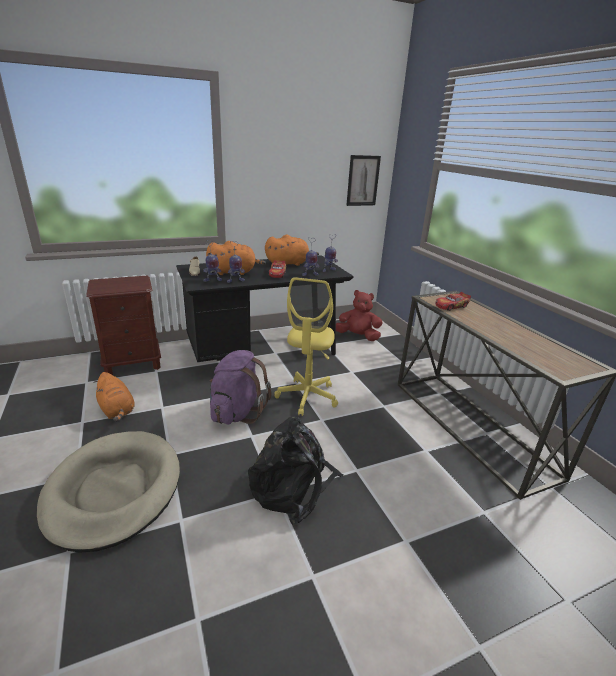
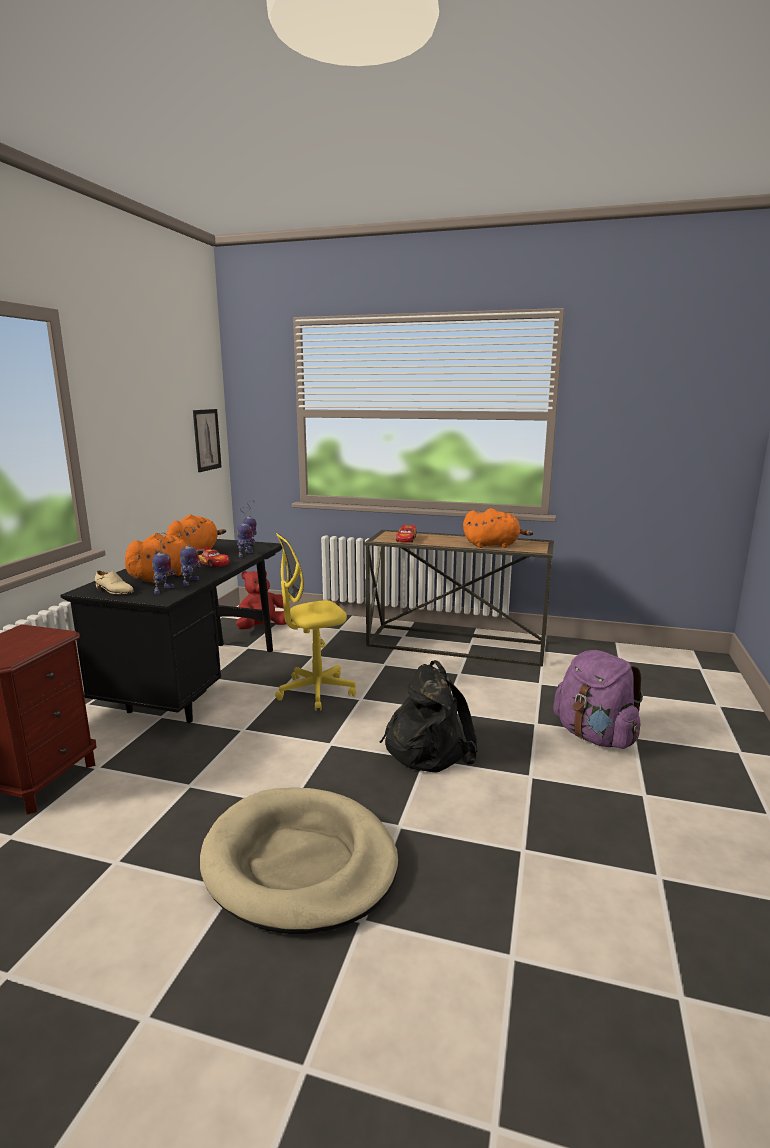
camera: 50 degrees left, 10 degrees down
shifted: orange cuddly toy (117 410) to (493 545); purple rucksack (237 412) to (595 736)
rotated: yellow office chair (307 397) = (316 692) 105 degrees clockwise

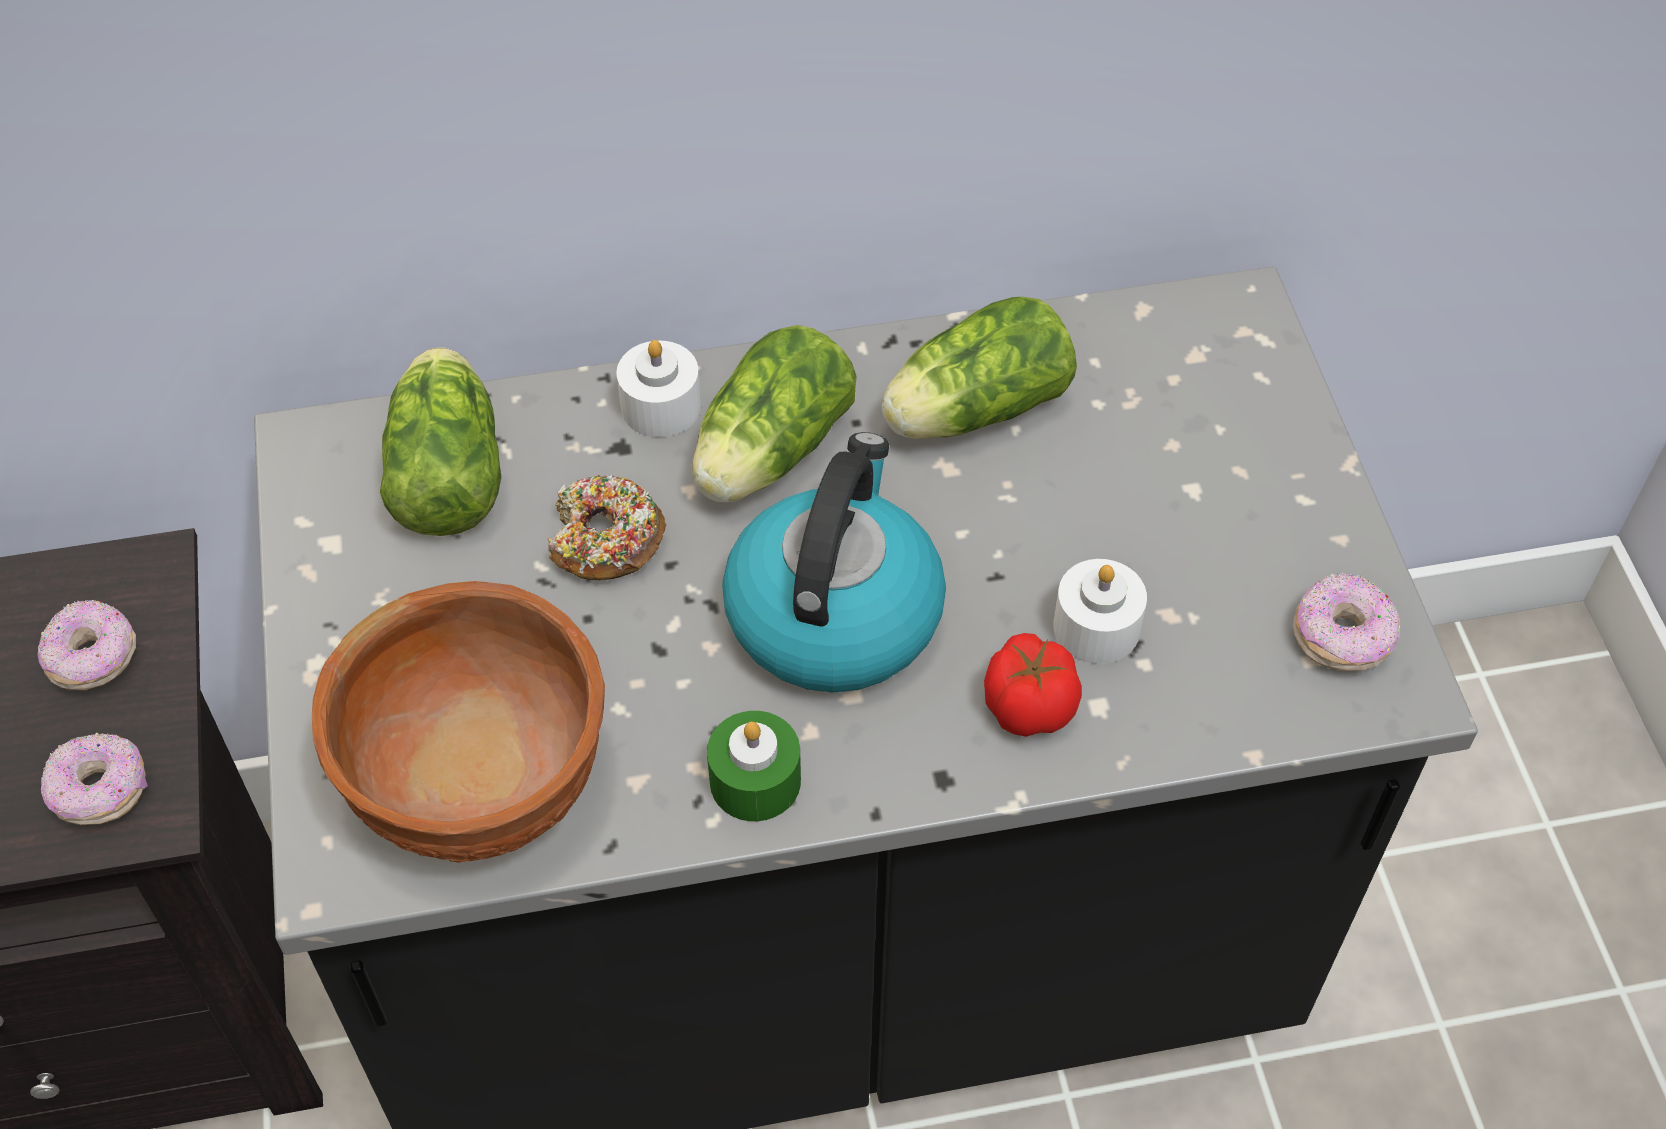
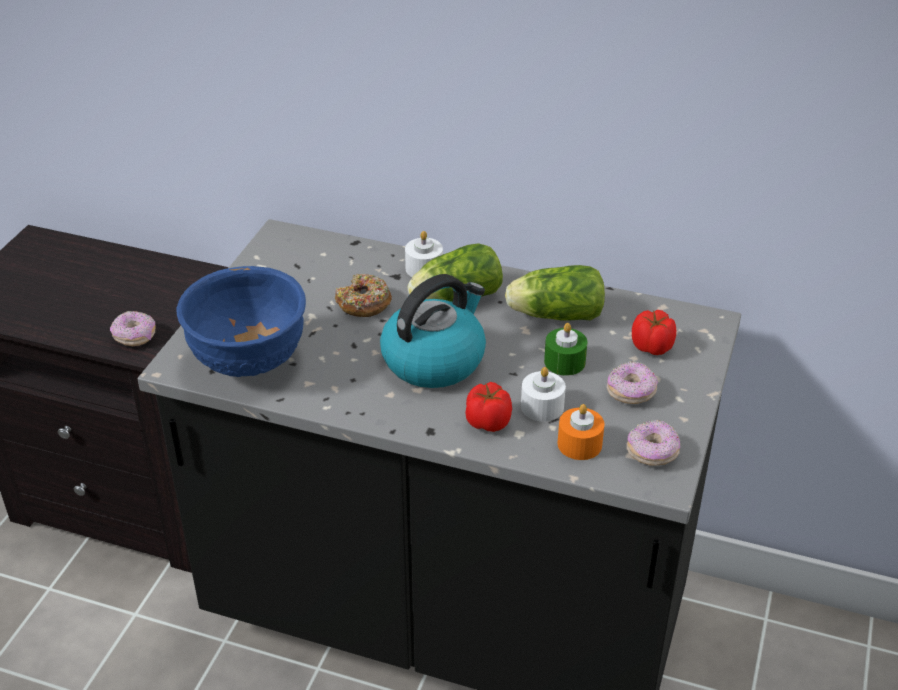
camera: 30 degrees right, 15 degrees down
gone: lettuce (449 468)
new: orange wax light (579 444); fresh tomato (652 347)
shifted: green wax light (755 781) to (564 362); doughnut (94 658) to (631 393)
repainted: brown serving bowl (481 789) to blue serving bowl (248 362)

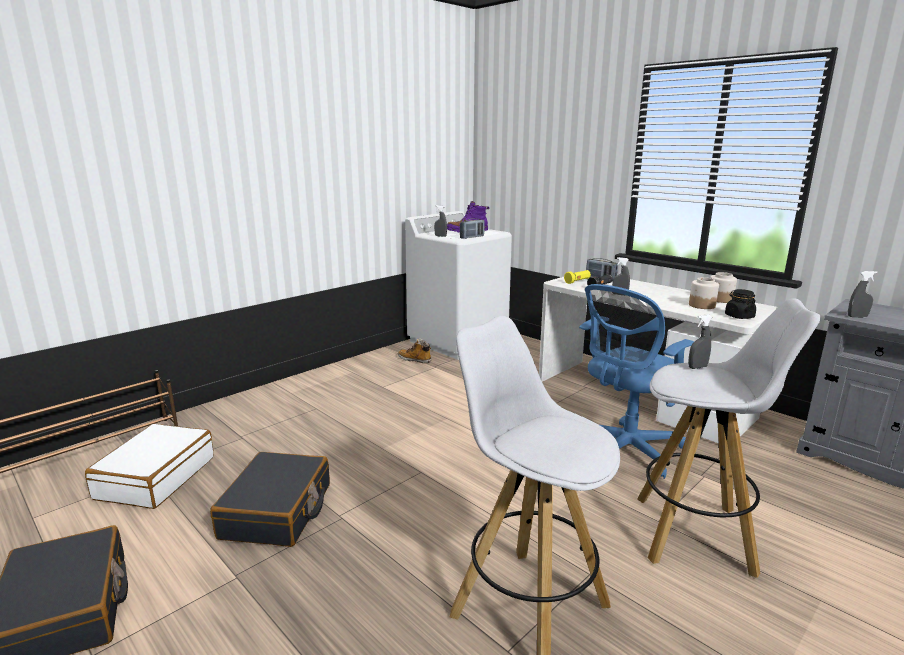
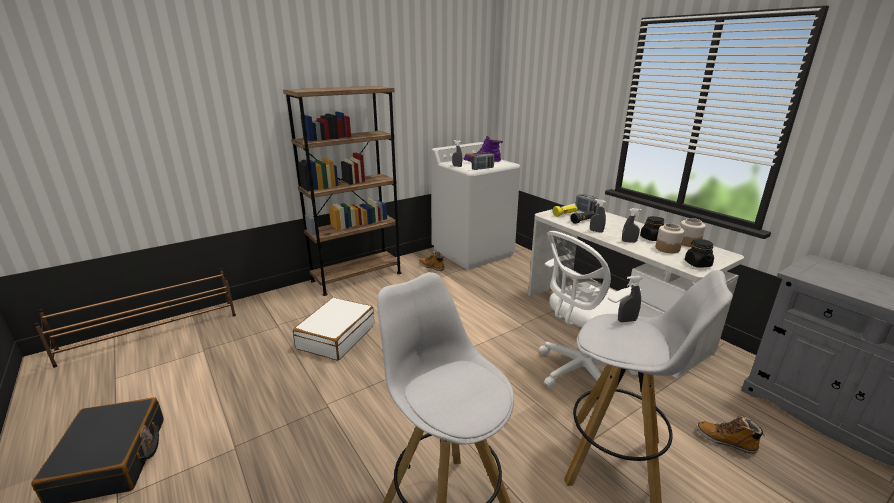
camera: 10 degrees right, 5 degrees up
gone: black travel case (277 511)
new: brown bookcase (356 277); black storage jar (651 238); tall boot (725 441)
shifted: whitish travel case (156 477) to (336 337); grey spray bottle (857 316) to (629 241)
repainted: blue office chair (625 451) to whitish office chair (580 372)

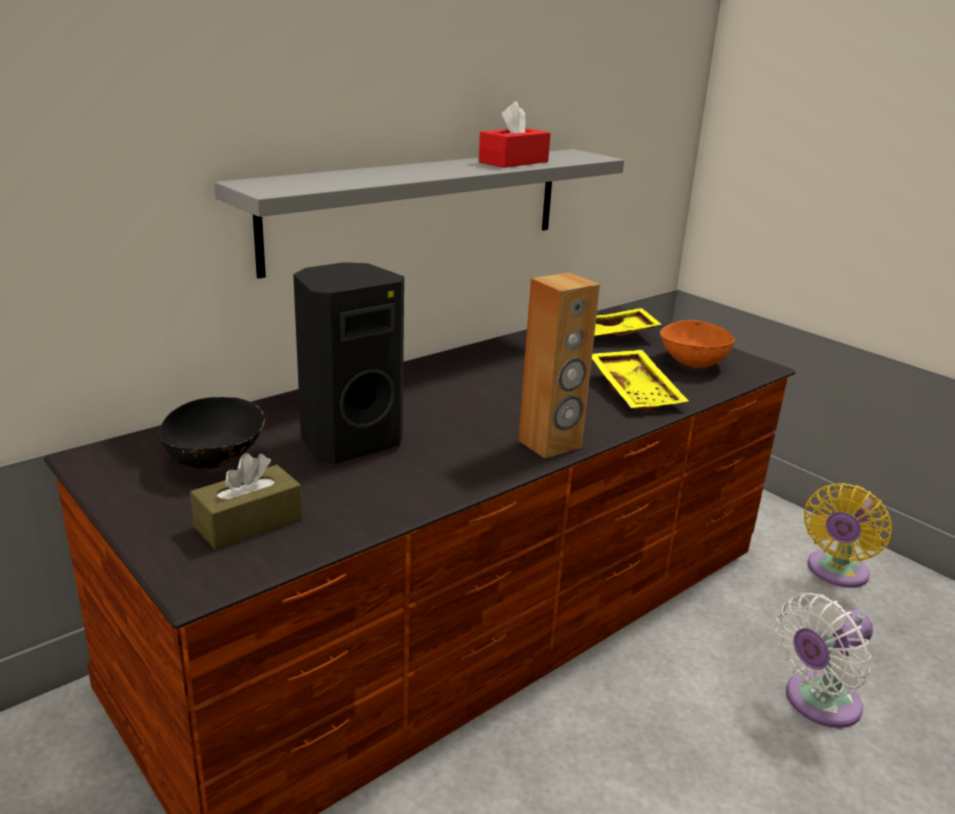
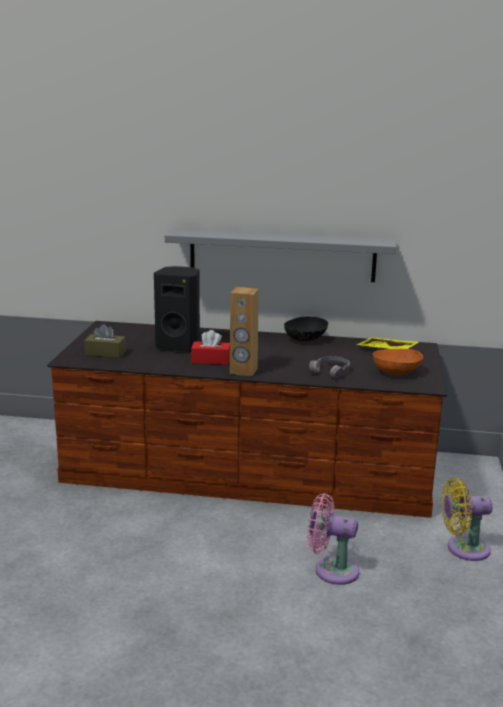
camera: 50 degrees right, 5 degrees down
shifted: reddish box of tissues (513 162) to (211 360); black serving bowl (216 460) to (305 340)
swapped: yellow serving tray (637 391) to grey pair of headphones (331 371)
repainted: whitish fan (817 703) to pink-coloured fan (331 570)

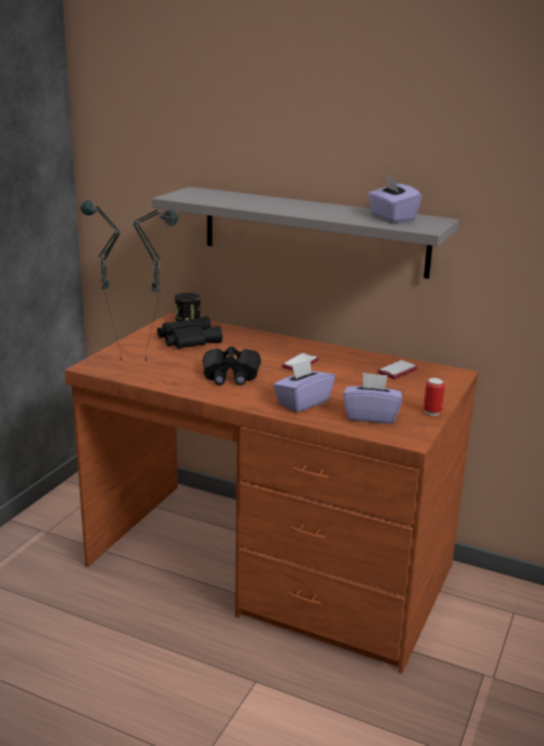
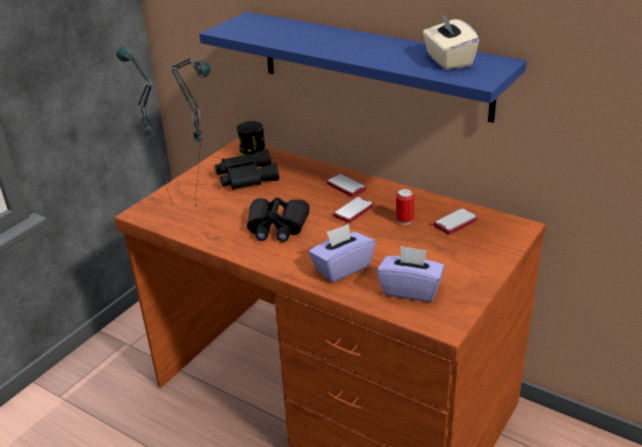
camera: 10 degrees right, 10 degrees up
new: telephone (346 186)
shifted: sealed can (432 412) to (404 221)
repainted: grey wall shelf (314 231) to blue wall shelf (372 65); purple box of tissues (392 217) to sand-coloured box of tissues (448 60)

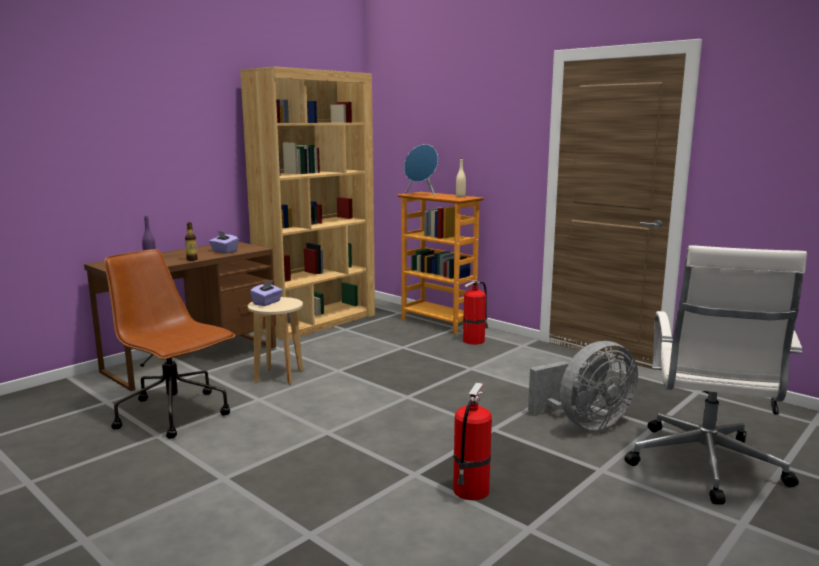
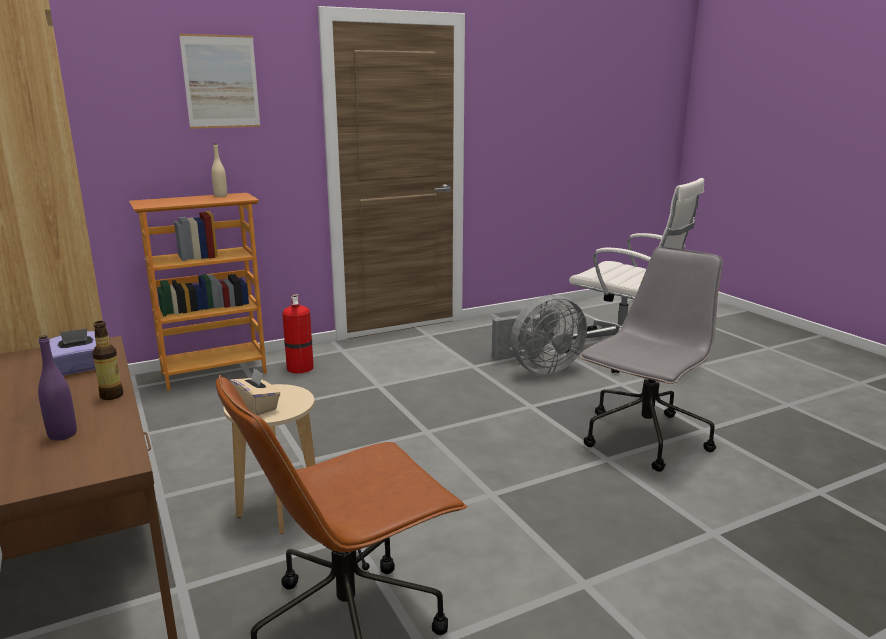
camera: 70 degrees left, 5 degrees up
gone: blue audio speaker (422 194)
new: picture (221 82)
swapped: extinguisher (470 491) to grey office chair (644 440)
repainted: purple box of tissues (267 303) to sand-coloured box of tissues (257 407)
rotated: grey fan (585 423) = (539 369) 75 degrees clockwise

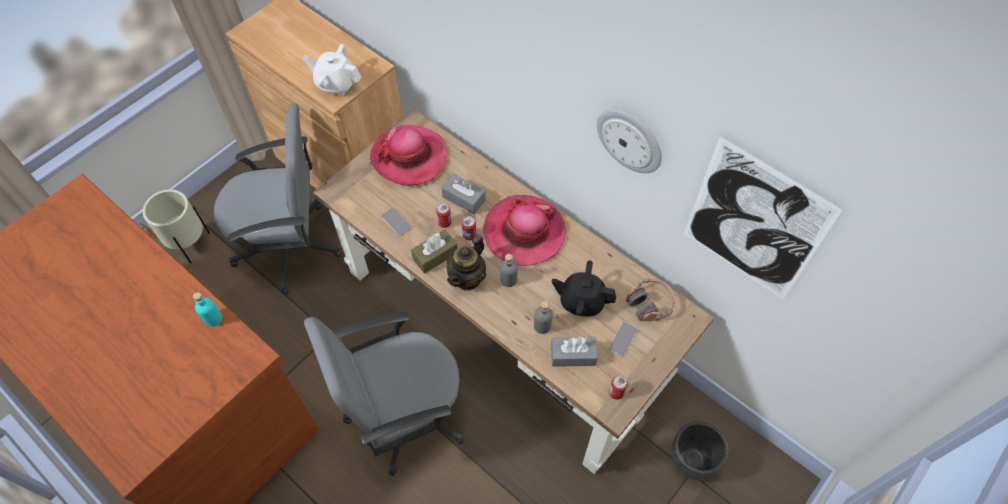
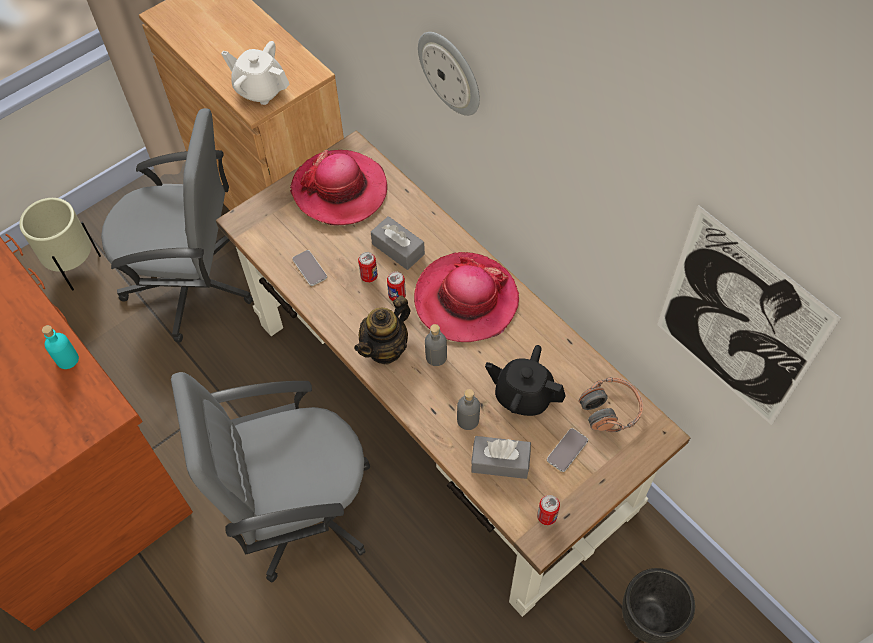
camera: 10 degrees right, 0 degrees up
gone: brown box of tissues (435 256)
shifted: wall clock (630 140) to (451 72)

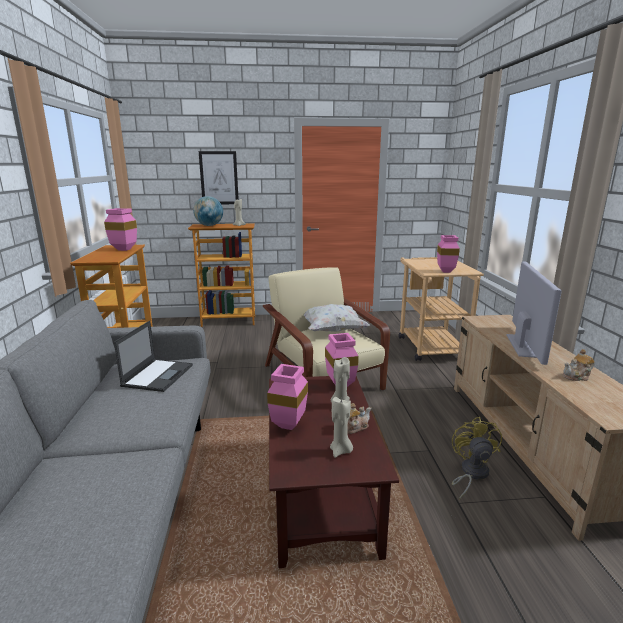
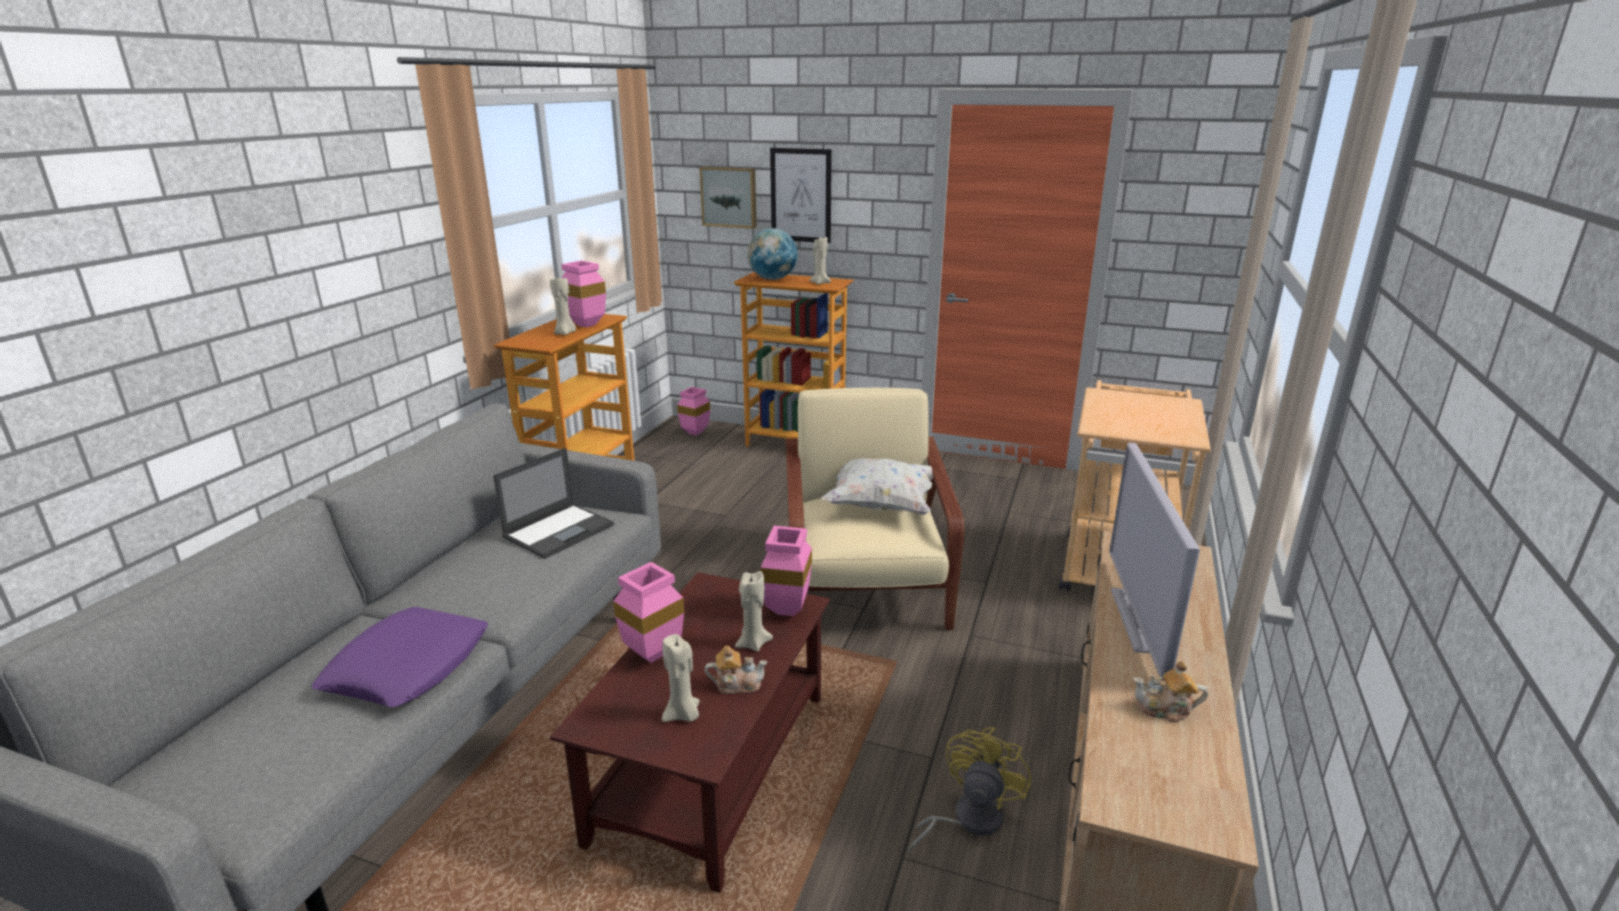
camera: 25 degrees right, 5 degrees up
new: purple throw pillow (408 666); sand-coloured wax light (565 333); picture (729 197)
shifted: pink-coloured vase (444 271) to (695 432)
rotated: television (522 345) = (1142 620) 150 degrees clockwise

